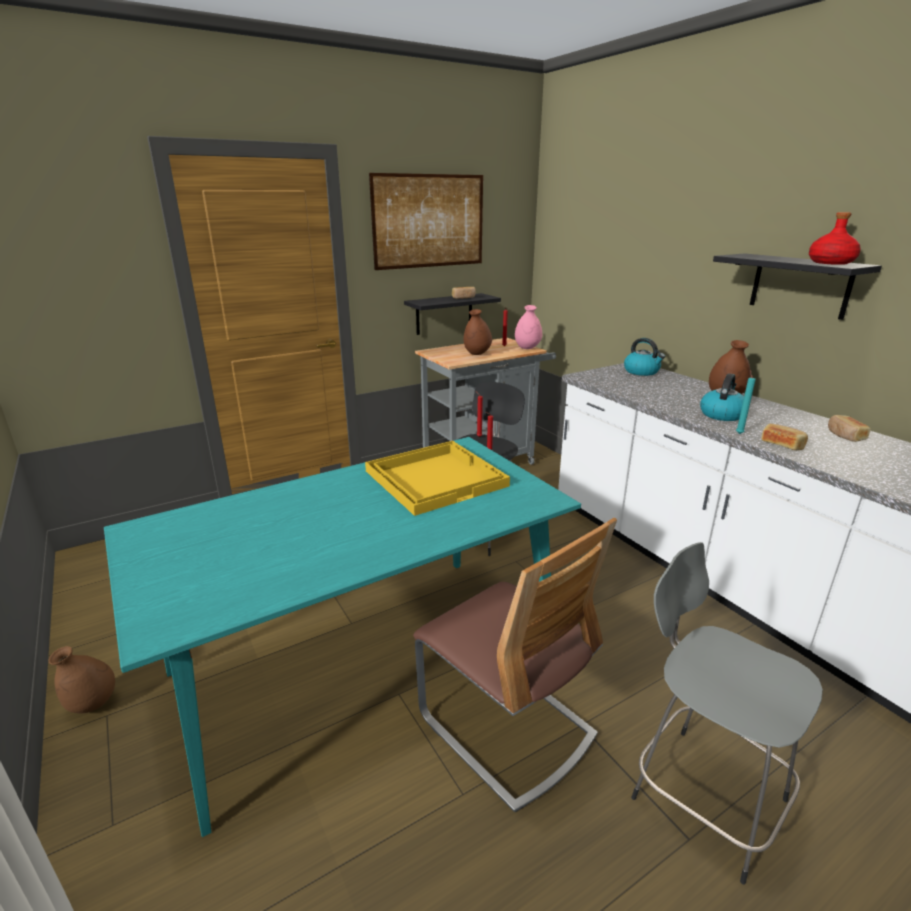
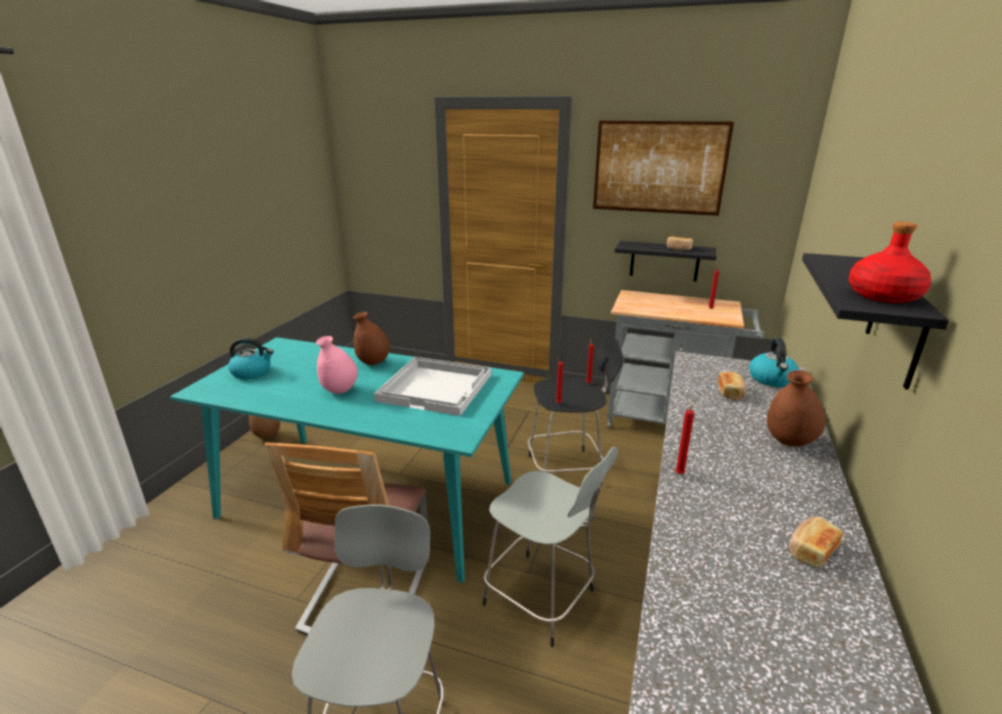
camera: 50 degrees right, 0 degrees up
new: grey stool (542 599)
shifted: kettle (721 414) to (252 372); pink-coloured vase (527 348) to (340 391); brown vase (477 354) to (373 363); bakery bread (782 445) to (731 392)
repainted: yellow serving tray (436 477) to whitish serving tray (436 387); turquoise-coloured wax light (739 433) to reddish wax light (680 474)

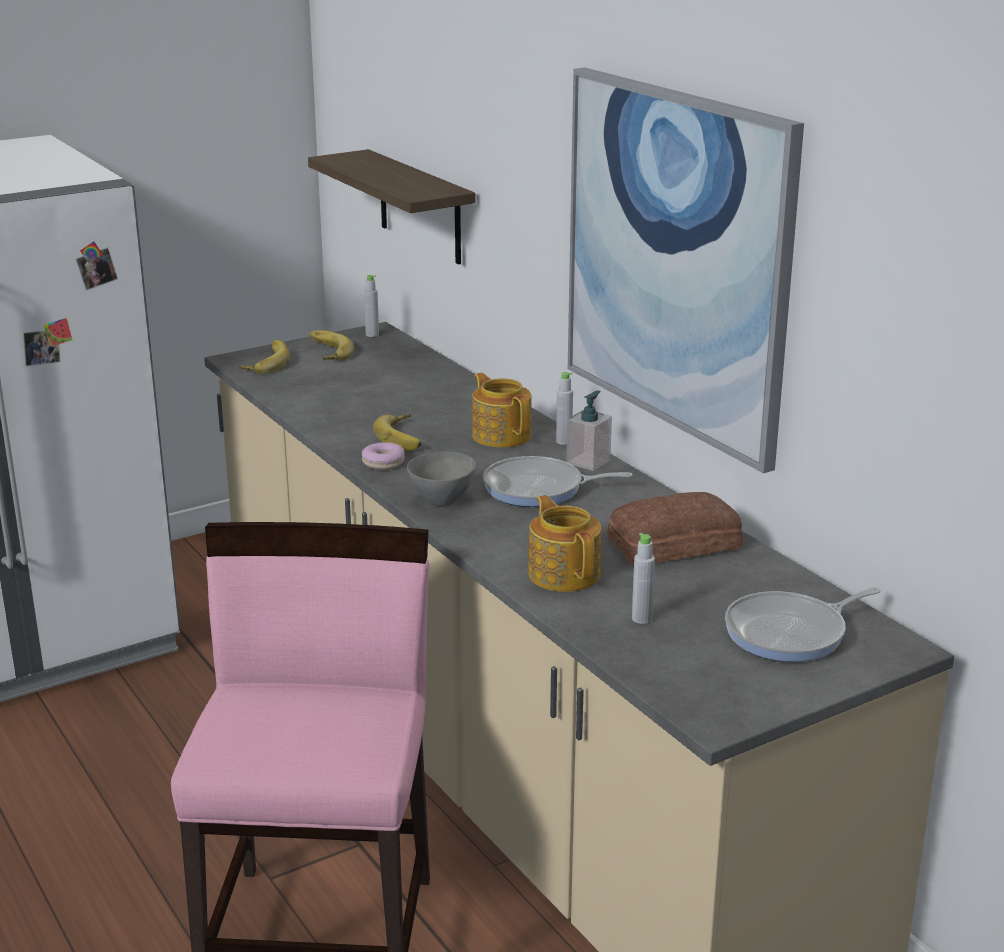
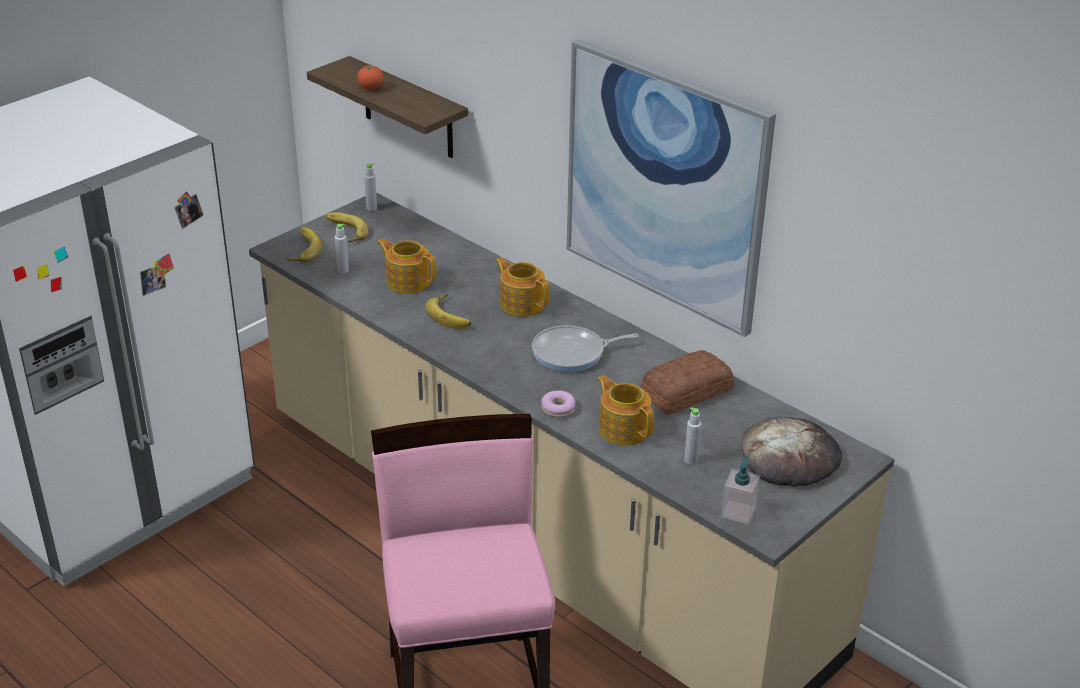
camera: 15 degrees left, 10 degrees up
gone: grey serving bowl (442 501)
new: fresh tomato (371 88); pot for tea (408 281)
shifted: grey bottle (564 441) to (343 270); doughnut (383 462) to (558 408); liquid soap bottle (588 461) to (738 512)
swapped: frying pan (791 633) to bakery bread (789 457)

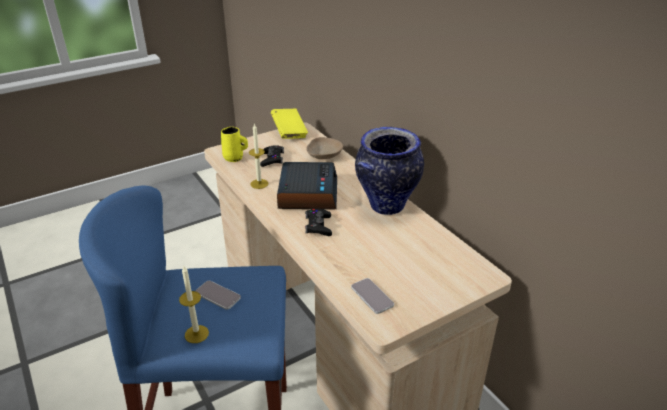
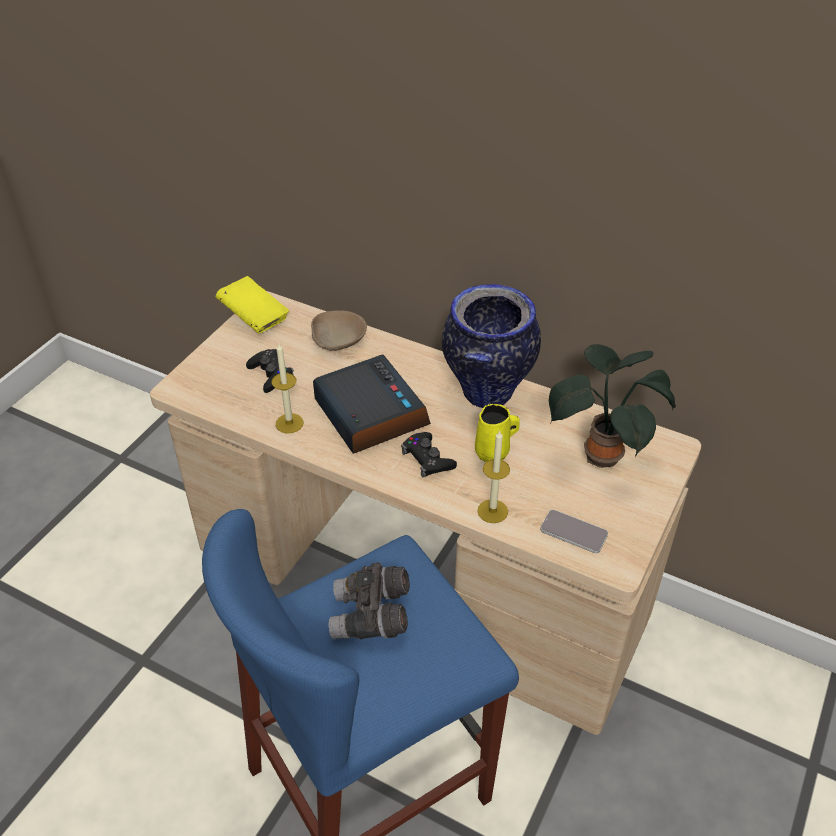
camera: 30 degrees left, 10 degrees up
new: potted plant (603 454)
shifted: yellow mug (234 158) to (494 452); wax light (196 334) to (492 511)
swapped: telephone (217 295) to grey pair of binoculars (371 617)

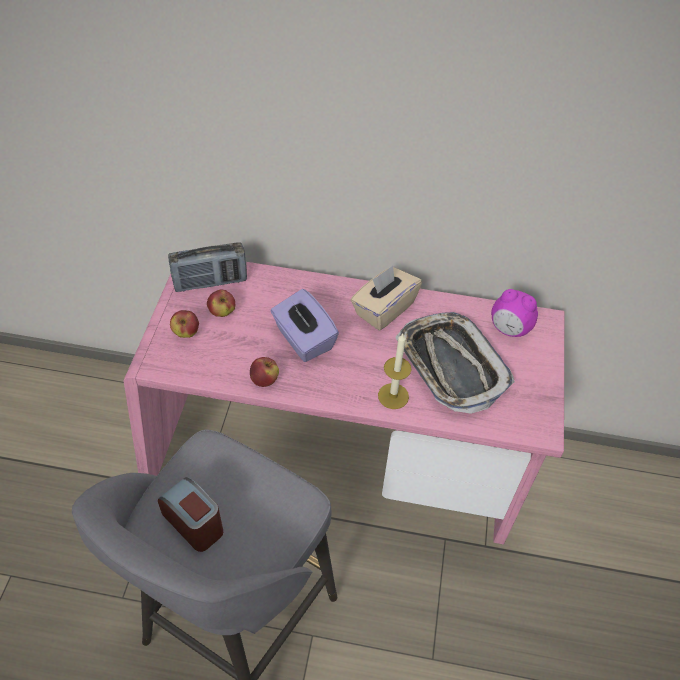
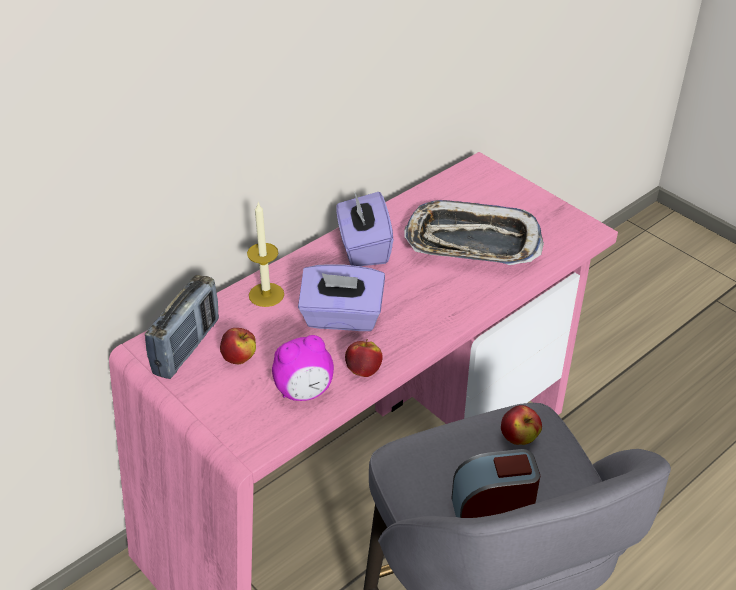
camera: 50 degrees left, 10 degrees down
shifted: wax light (393 396) to (266 295); table clock (509 329) to (304 392); apple fruit (186 333) to (519 438)
repainted: sand-coloured box of tissues (383 309) to purple box of tissues (363 247)

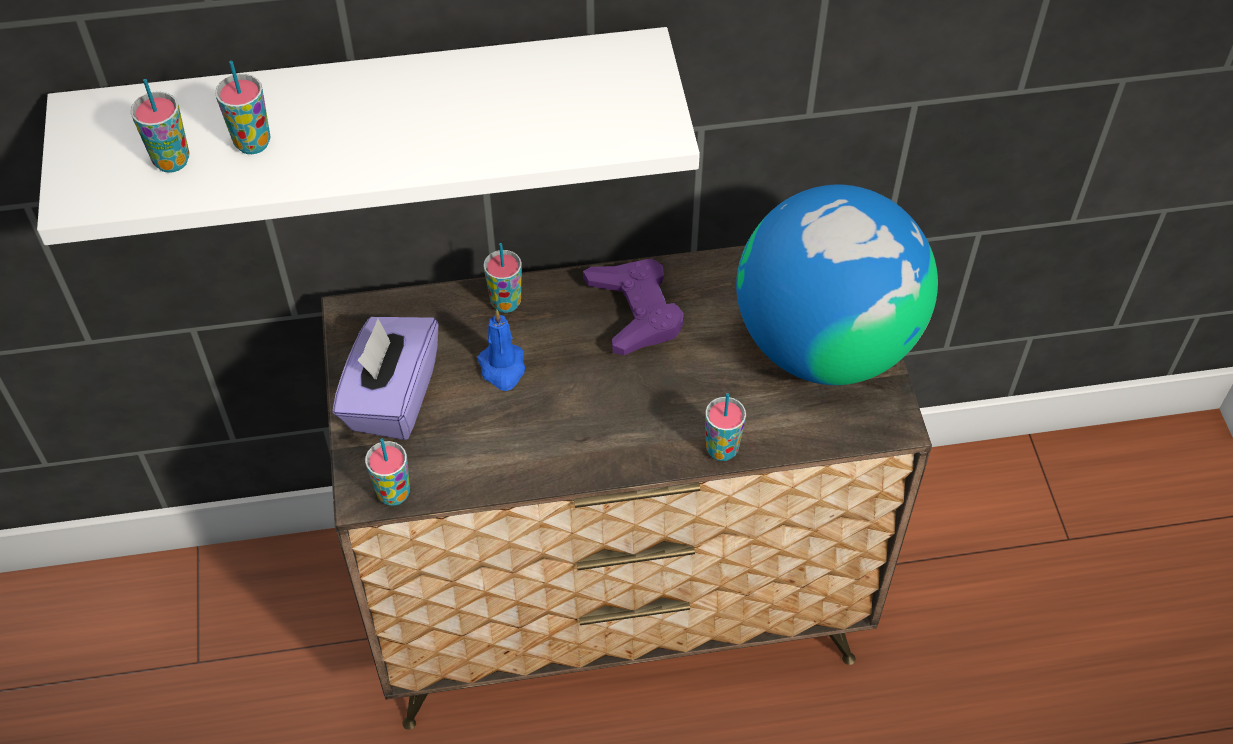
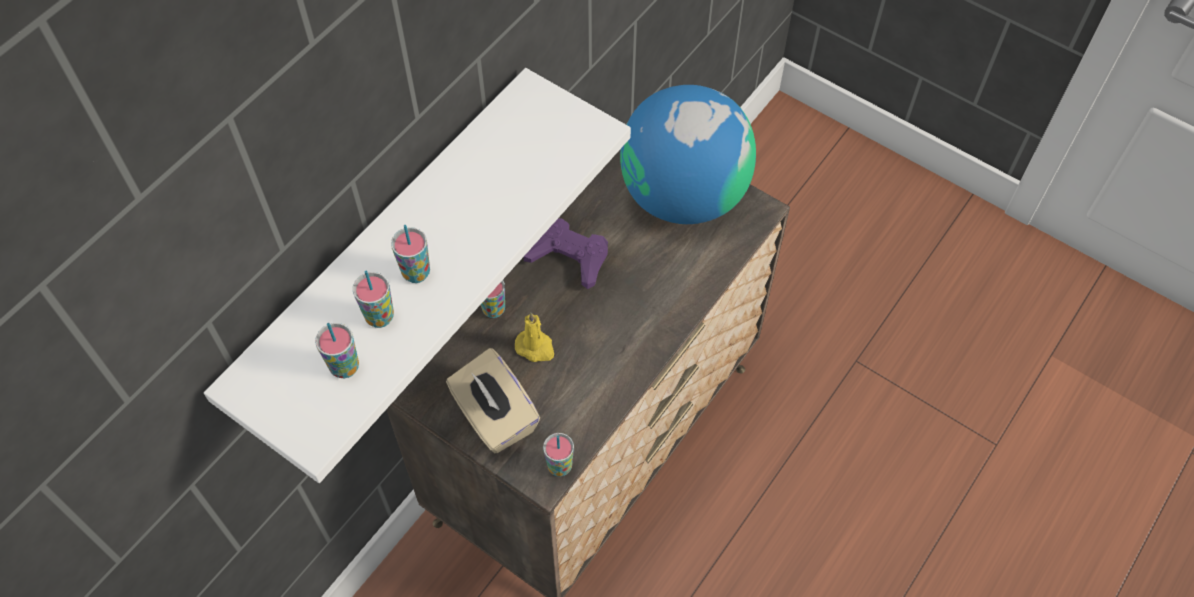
camera: 45 degrees left, 5 degrees up
shifted: cup (722 449) to (416 273)
repainted: purple box of tissues (391 398) to sand-coloured box of tissues (494 416); blue wax light (503 368) to yellow wax light (535 347)

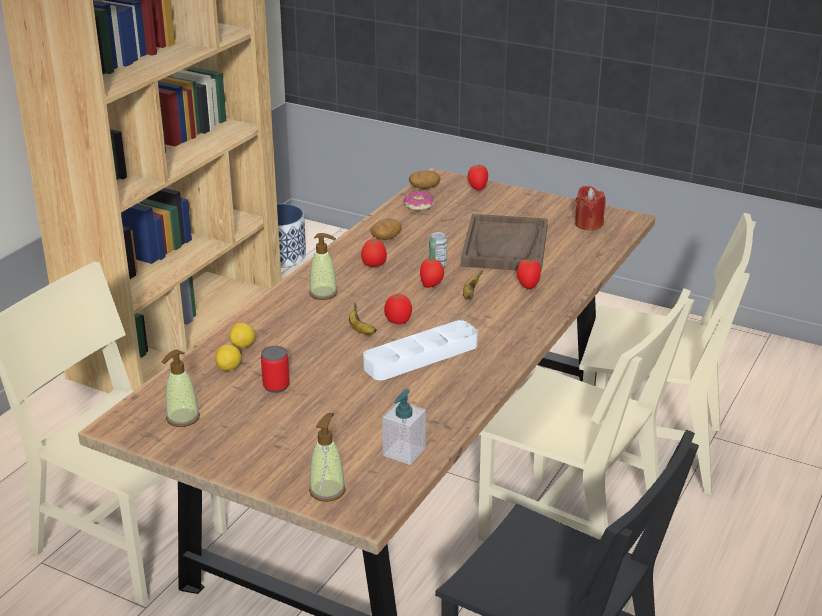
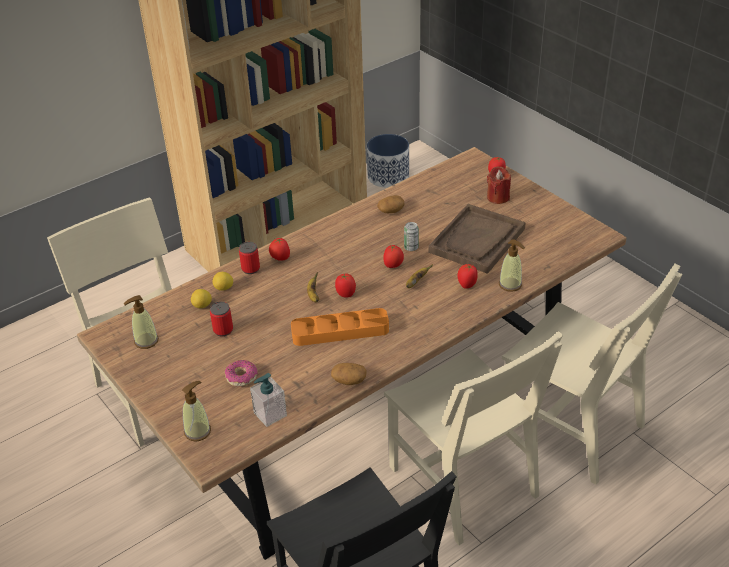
camera: 25 degrees right, 10 degrees up
new: sealed can (250 269)
shifted: doughnut (418 206) to (241 377); fresh tomato (374 265) to (280 258); spud (424 187) to (349 380); reddish wax light (588 224) to (498 197); liquid soap bottle (323 293) to (510 284)
repainted: whitish serving tray (421 356) to orange serving tray (340 331)

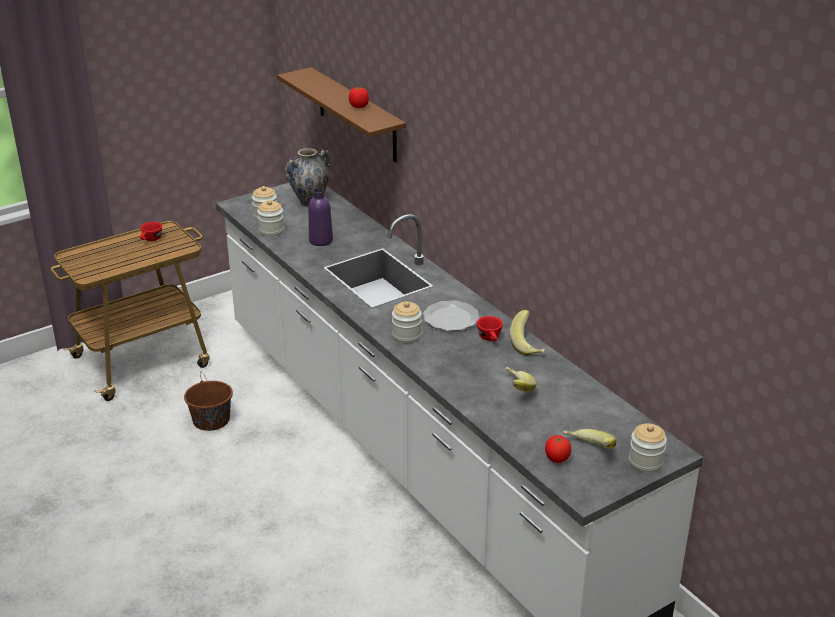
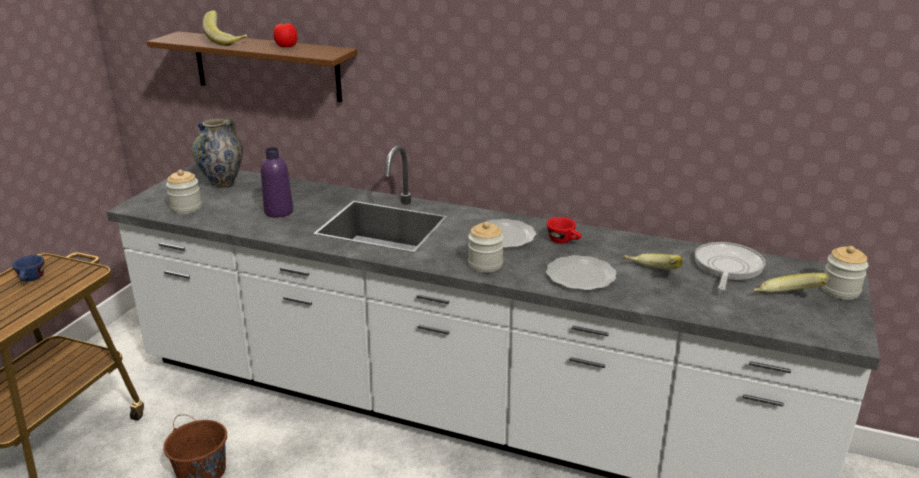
camera: 35 degrees left, 5 degrees down
gone: storage jar (271 231); fresh tomato (556 459)
new: dinner plate (579 276); frying pan (727 268)
shifted: banana fruit (529 345) to (227 41)
repainted: reddish cup (151 240) to blue cup (31 279)

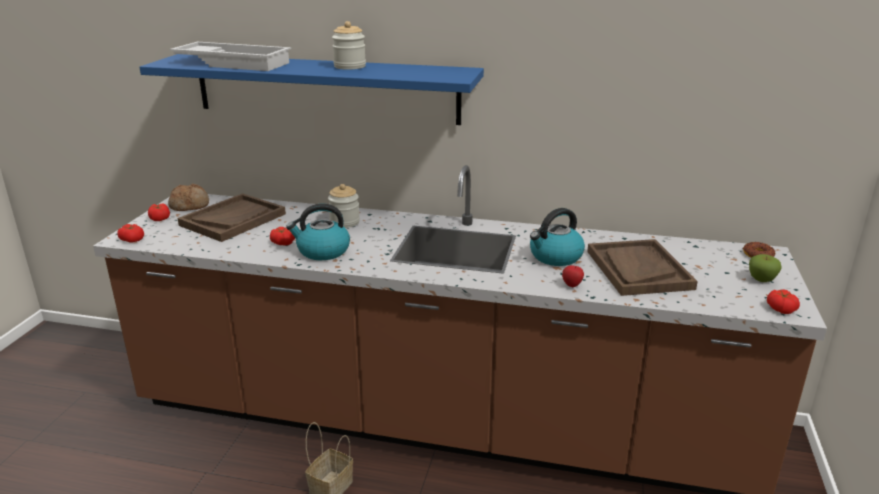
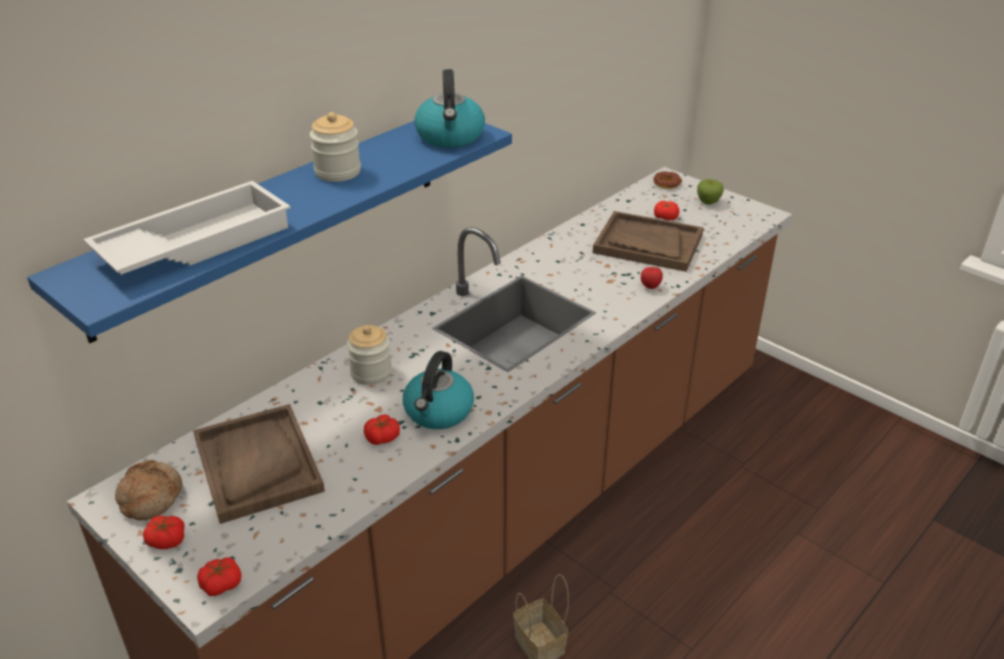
camera: 60 degrees left, 10 degrees up
shifted: kettle (555 257) to (450 137); fresh tomato (780 309) to (665 217)

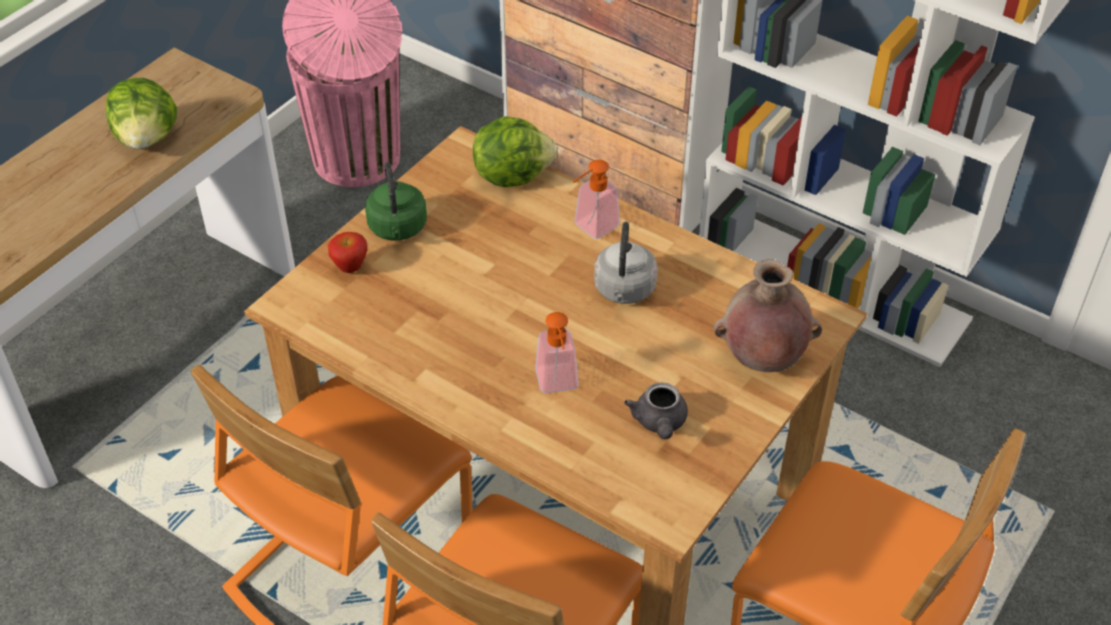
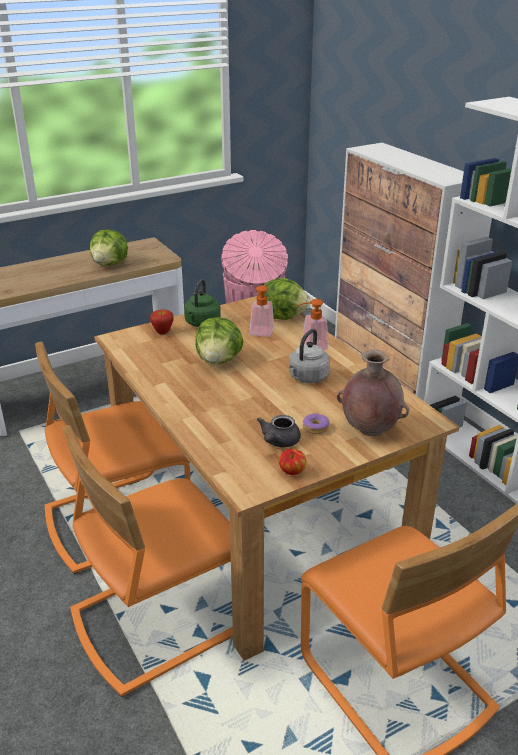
camera: 25 degrees right, 15 degrees down
new: lettuce (219 360); apple fruit (292 472); doughnut (315 427)
shifted: liquid soap bottle (558 385) to (260 334)

